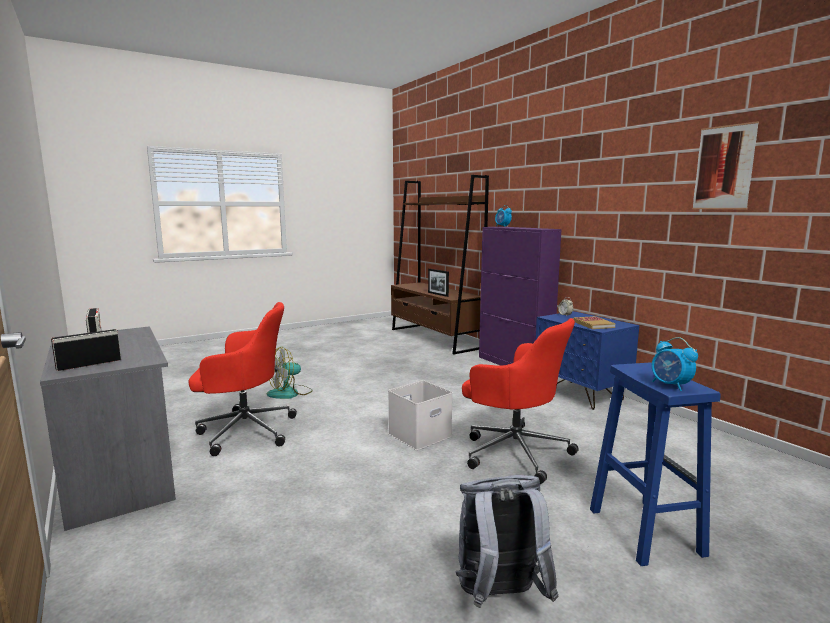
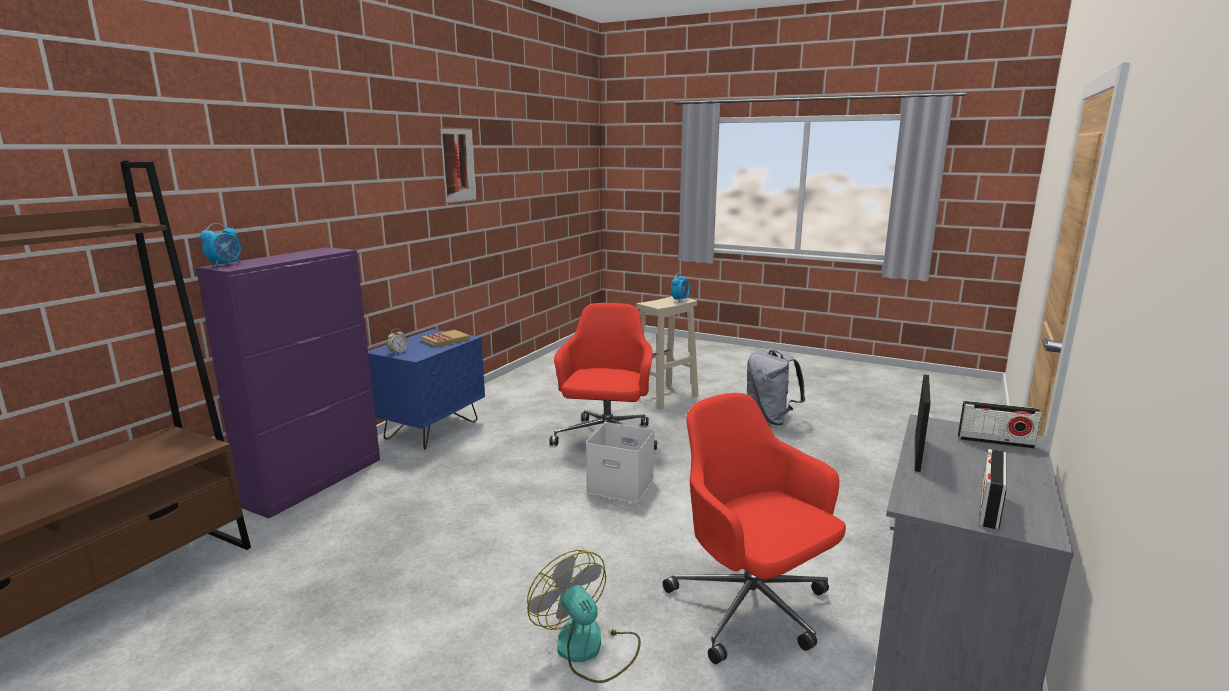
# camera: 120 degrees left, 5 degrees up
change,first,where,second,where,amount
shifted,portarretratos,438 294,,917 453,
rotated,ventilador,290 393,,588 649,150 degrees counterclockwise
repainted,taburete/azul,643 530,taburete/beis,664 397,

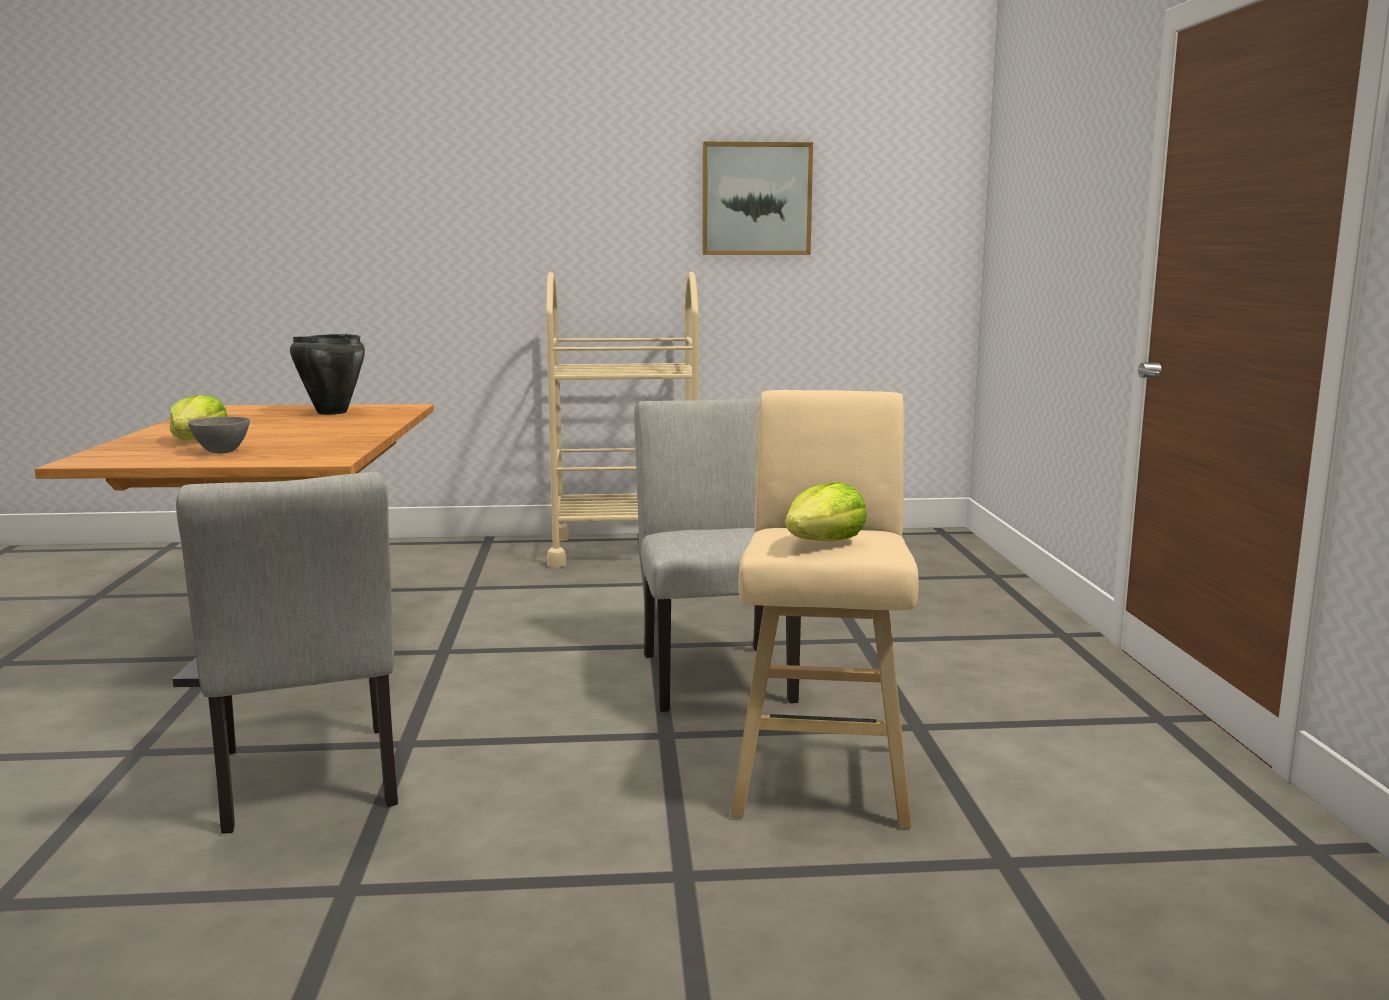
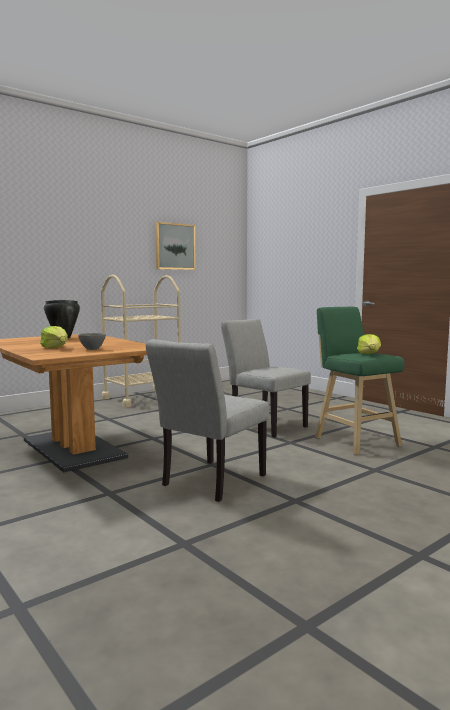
# camera: 35 degrees left, 5 degrees down
change,first,where,second,where,amount
repainted,taburete/beis,821 775,taburete/verde,354 441,
rotated,silla/gris,308 785,,209 483,90 degrees clockwise

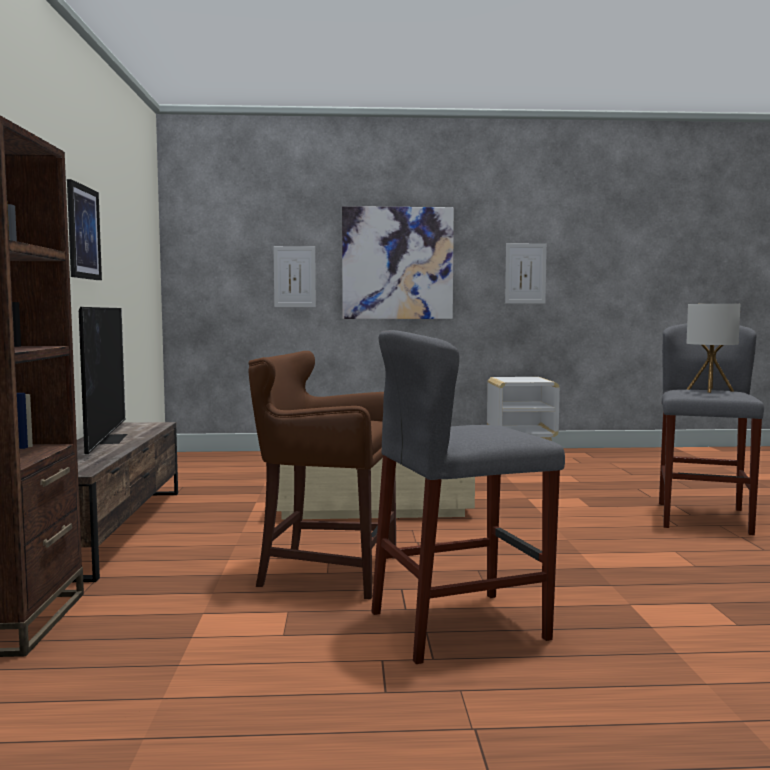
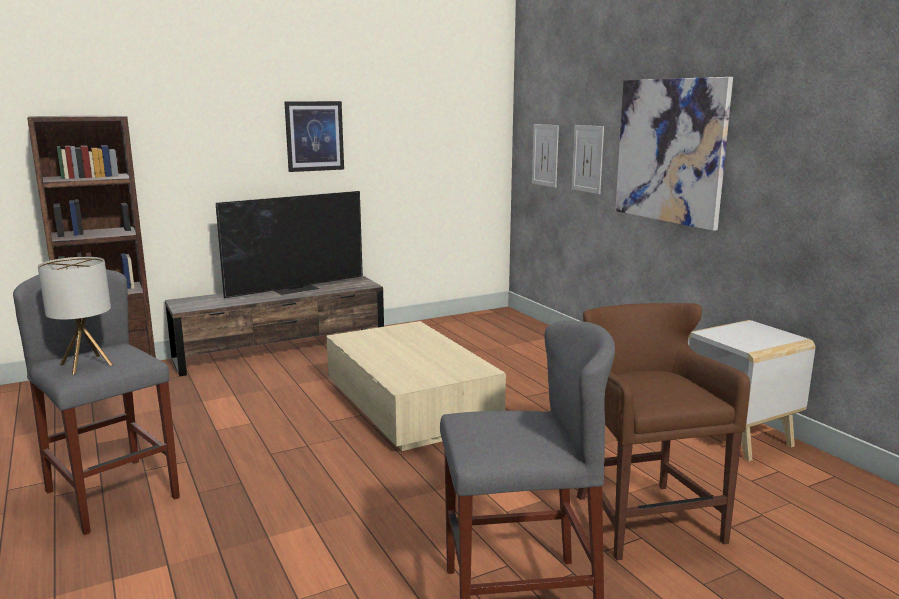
# camera: 65 degrees right, 10 degrees up
change,first,where,second,where,amount
shifted,cuadro,525 273,,545 155,
shifted,lámpara de mesa,709 390,,86 364,
shifted,taburete/marrón,324 571,,643 516,

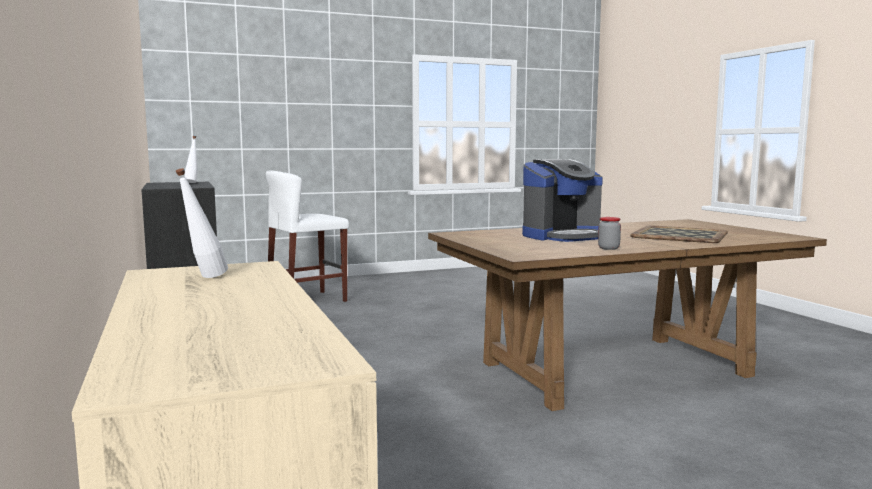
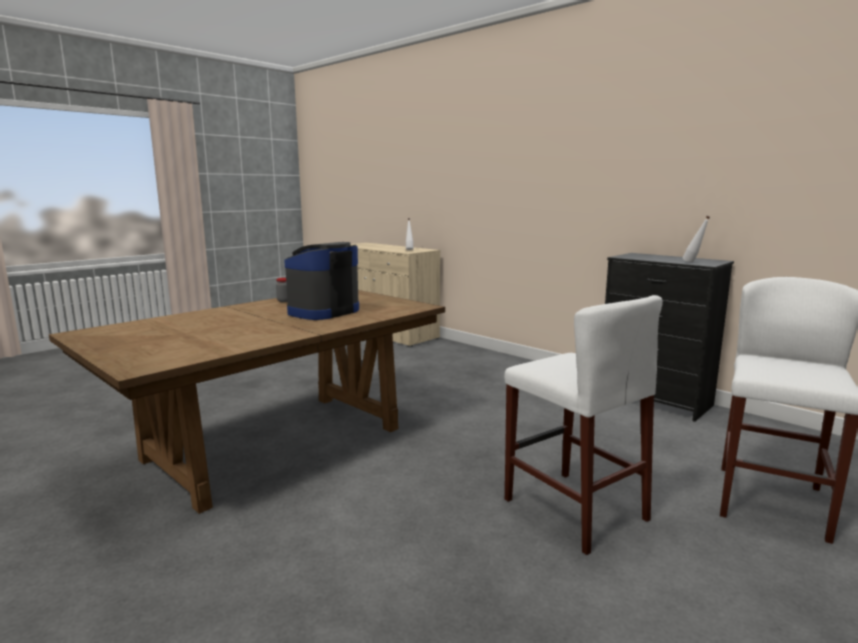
# camera: 155 degrees right, 5 degrees up
change,first,where,second,where,amount
gone,bandeja,678 235,,,
new,,,taburete/blanco,574 509,

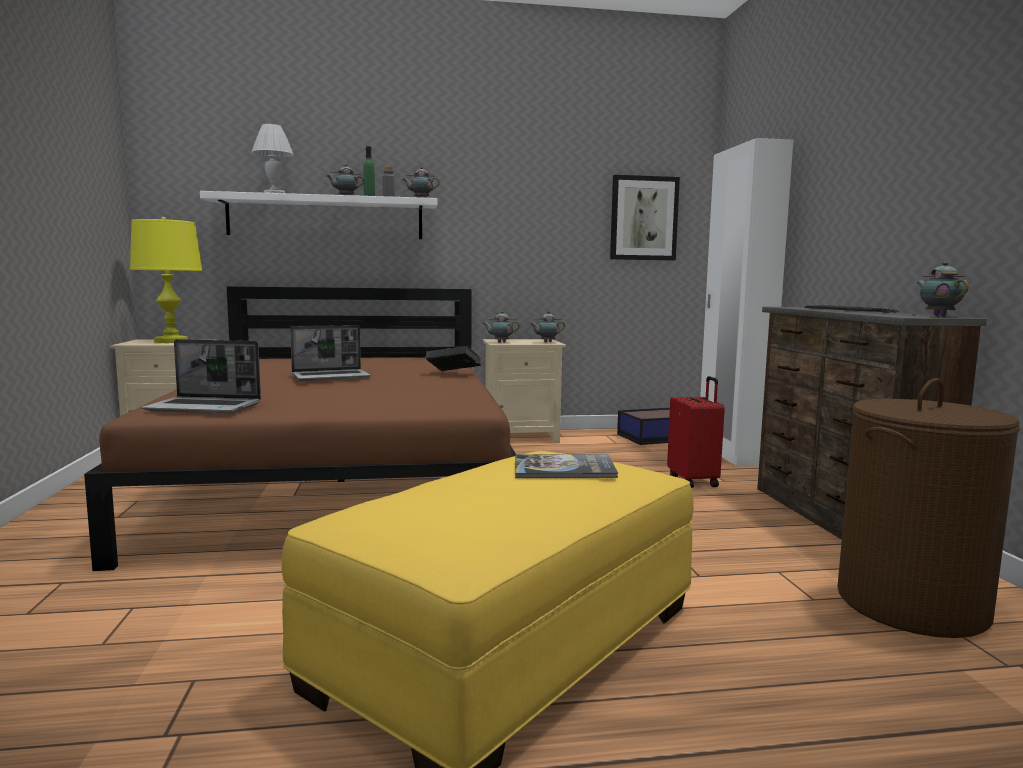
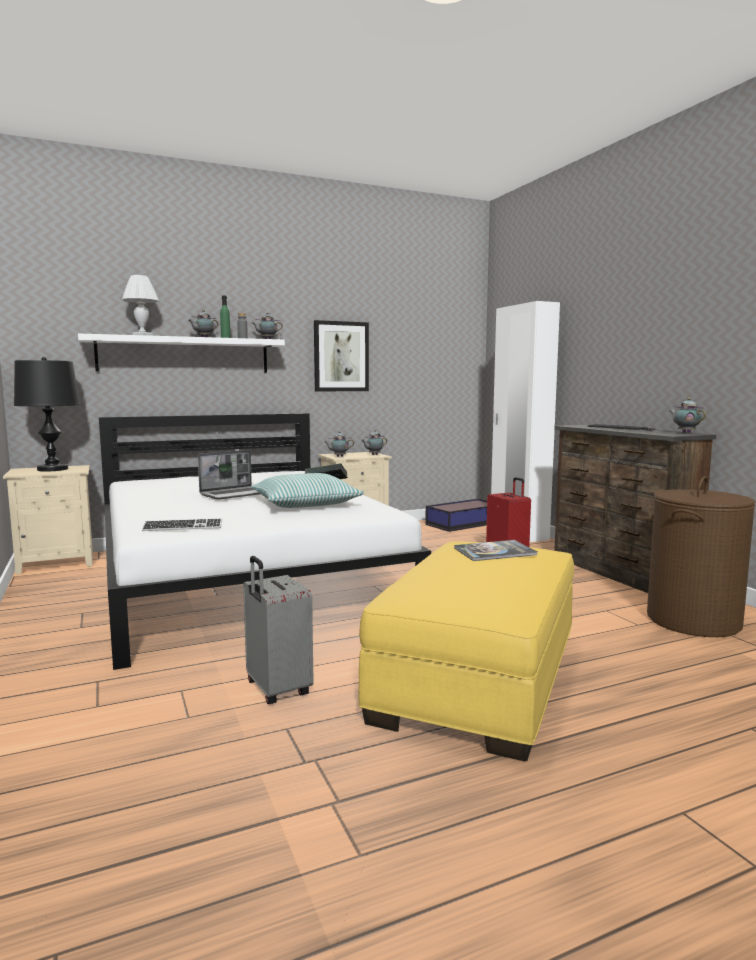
# camera: 15 degrees left, 0 degrees up
change,first,where,second,where,amount
shifted,cuadro,643 218,,341 356,
repainted,lámpara de mesa/amarillo,171 341,lámpara de mesa/negro,52 469,
repainted,cama/marrón,343 479,cama/blanco,244 578,
swapped,portátil,205 407,teclado,183 527,
new,,,cojín,305 504,
new,,,maleta/gris,276 690,

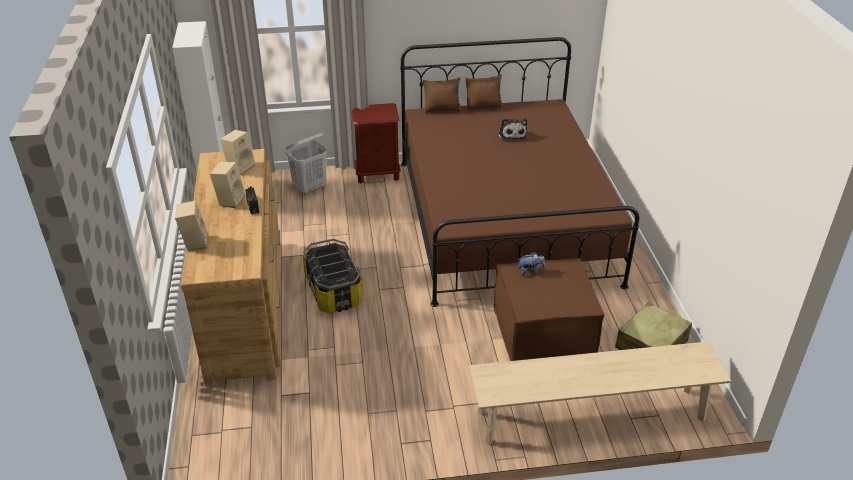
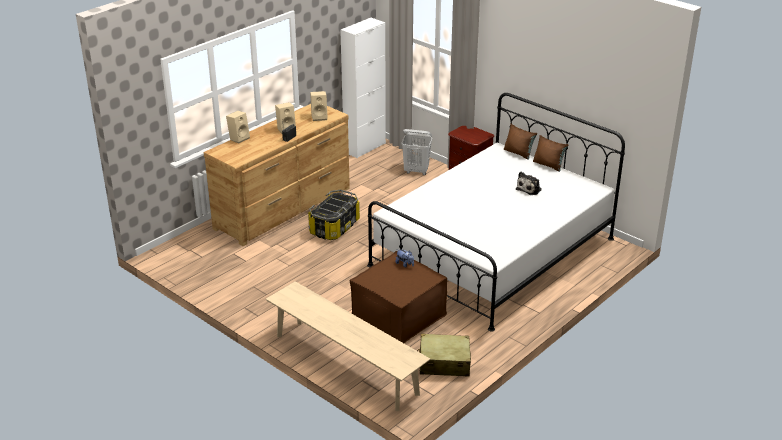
# camera: 50 degrees right, 5 degrees down
change,first,where,second,where,amount
repainted,cama/marrón,503 219,cama/blanco,492 251,

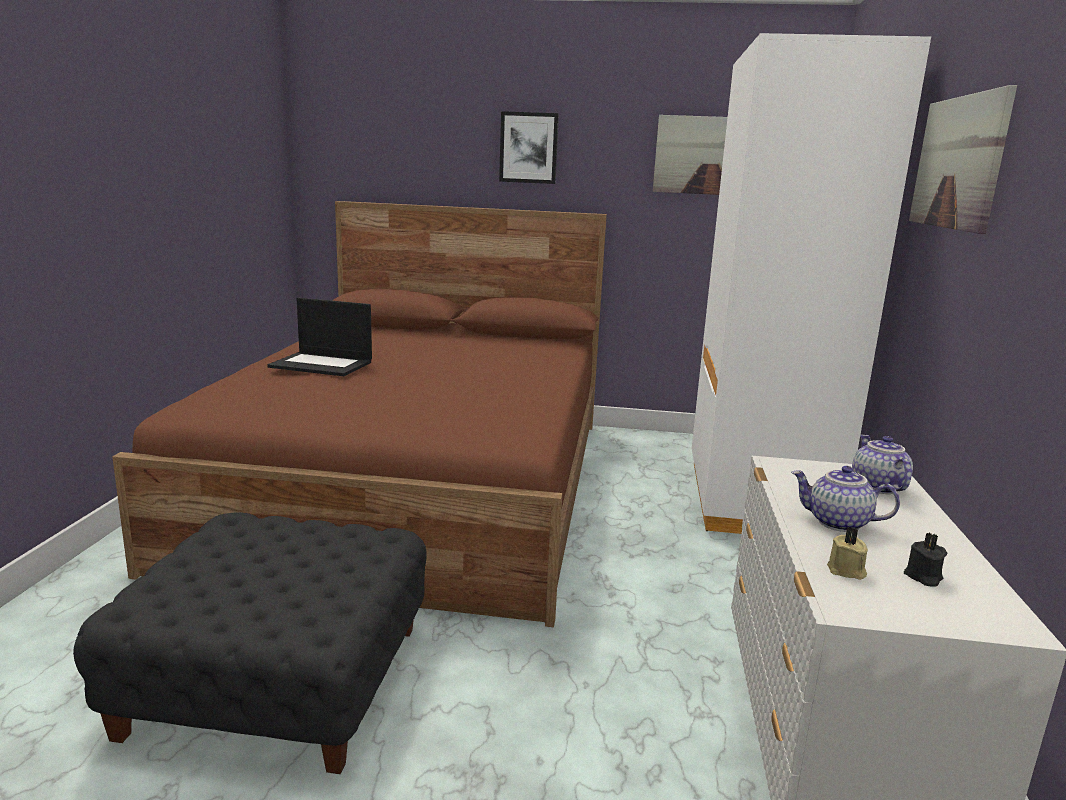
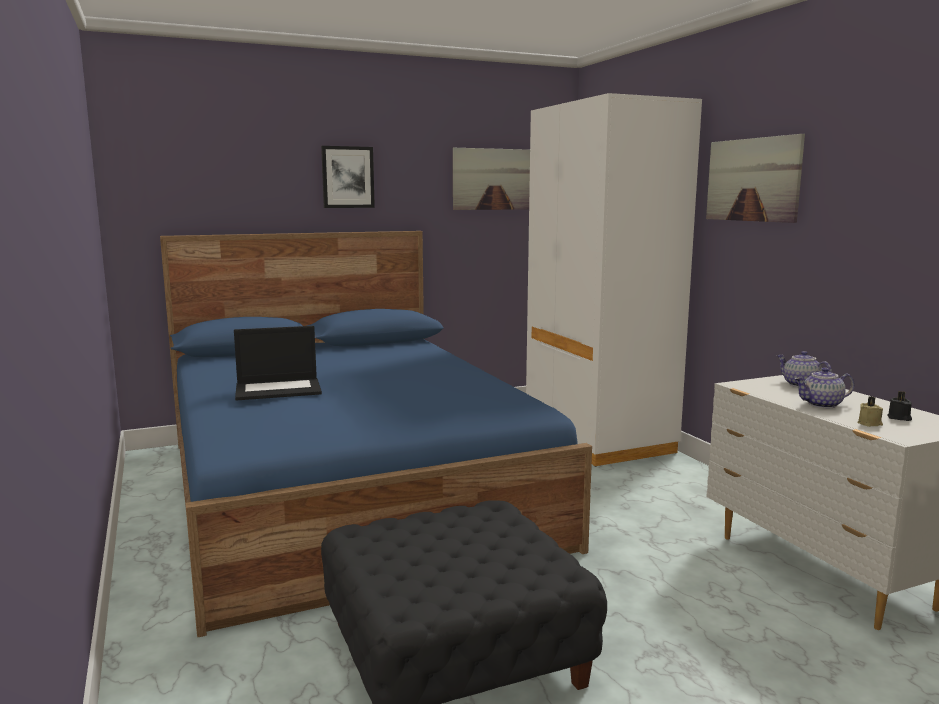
# camera: 30 degrees left, 5 degrees down
change,first,where,second,where,amount
repainted,cama/marrón,419 483,cama/azul,348 489,

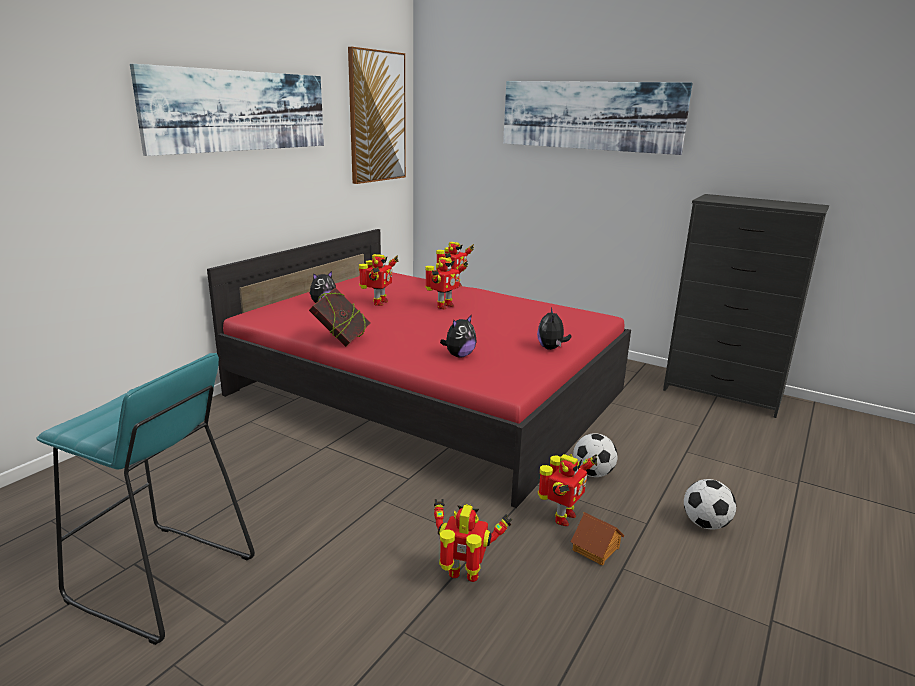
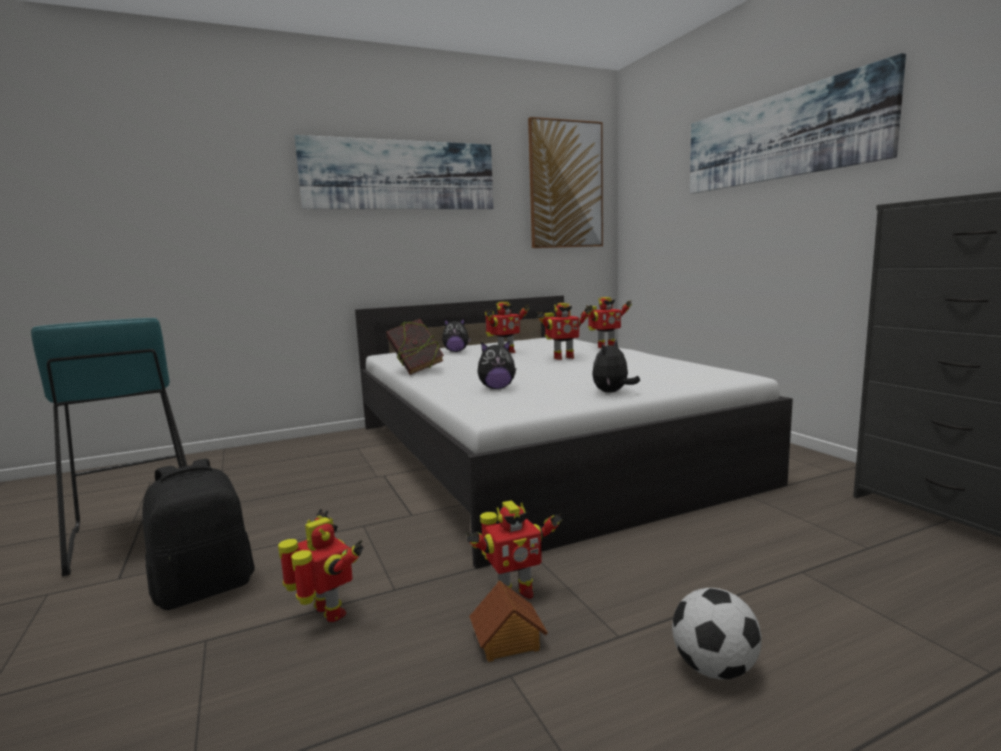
# camera: 35 degrees right, 10 degrees down
change,first,where,second,where,amount
repainted,cama/rojo,428 392,cama/blanco,535 452,
gone,balón de fútbol,593 473,,,
new,,,mochila/negro,205 589,

